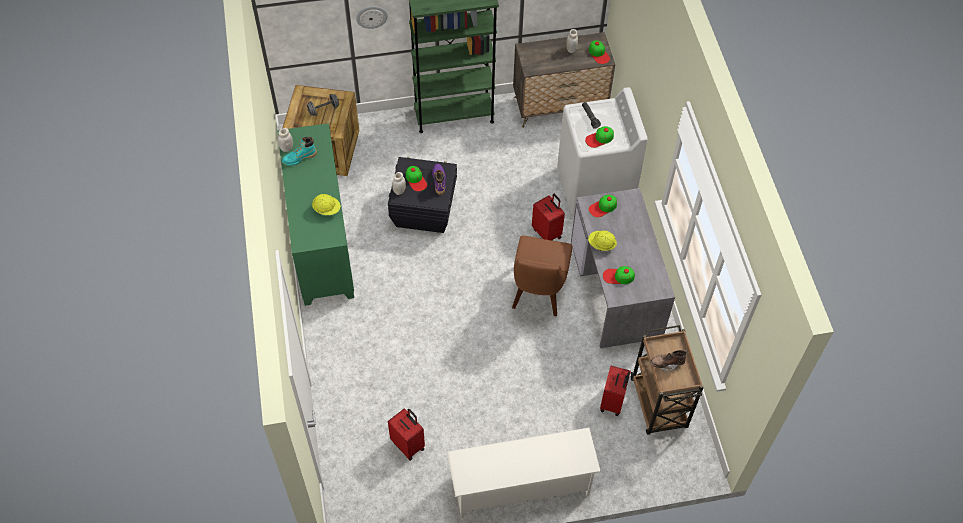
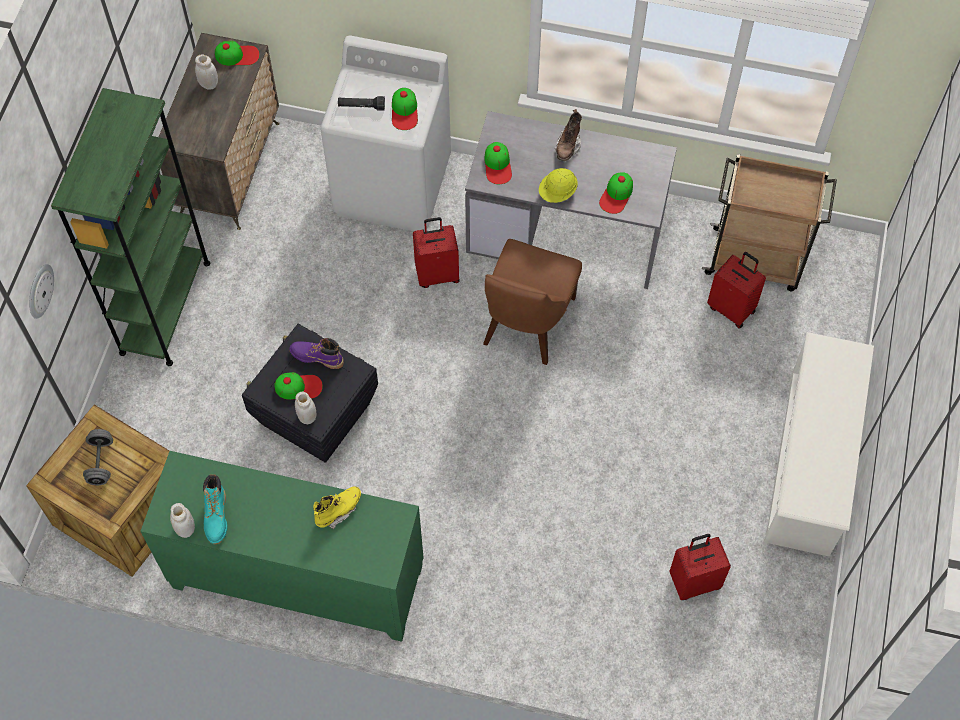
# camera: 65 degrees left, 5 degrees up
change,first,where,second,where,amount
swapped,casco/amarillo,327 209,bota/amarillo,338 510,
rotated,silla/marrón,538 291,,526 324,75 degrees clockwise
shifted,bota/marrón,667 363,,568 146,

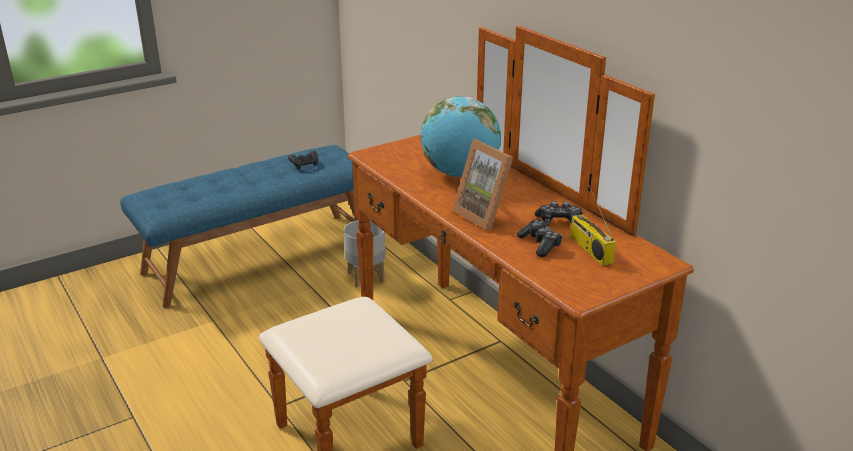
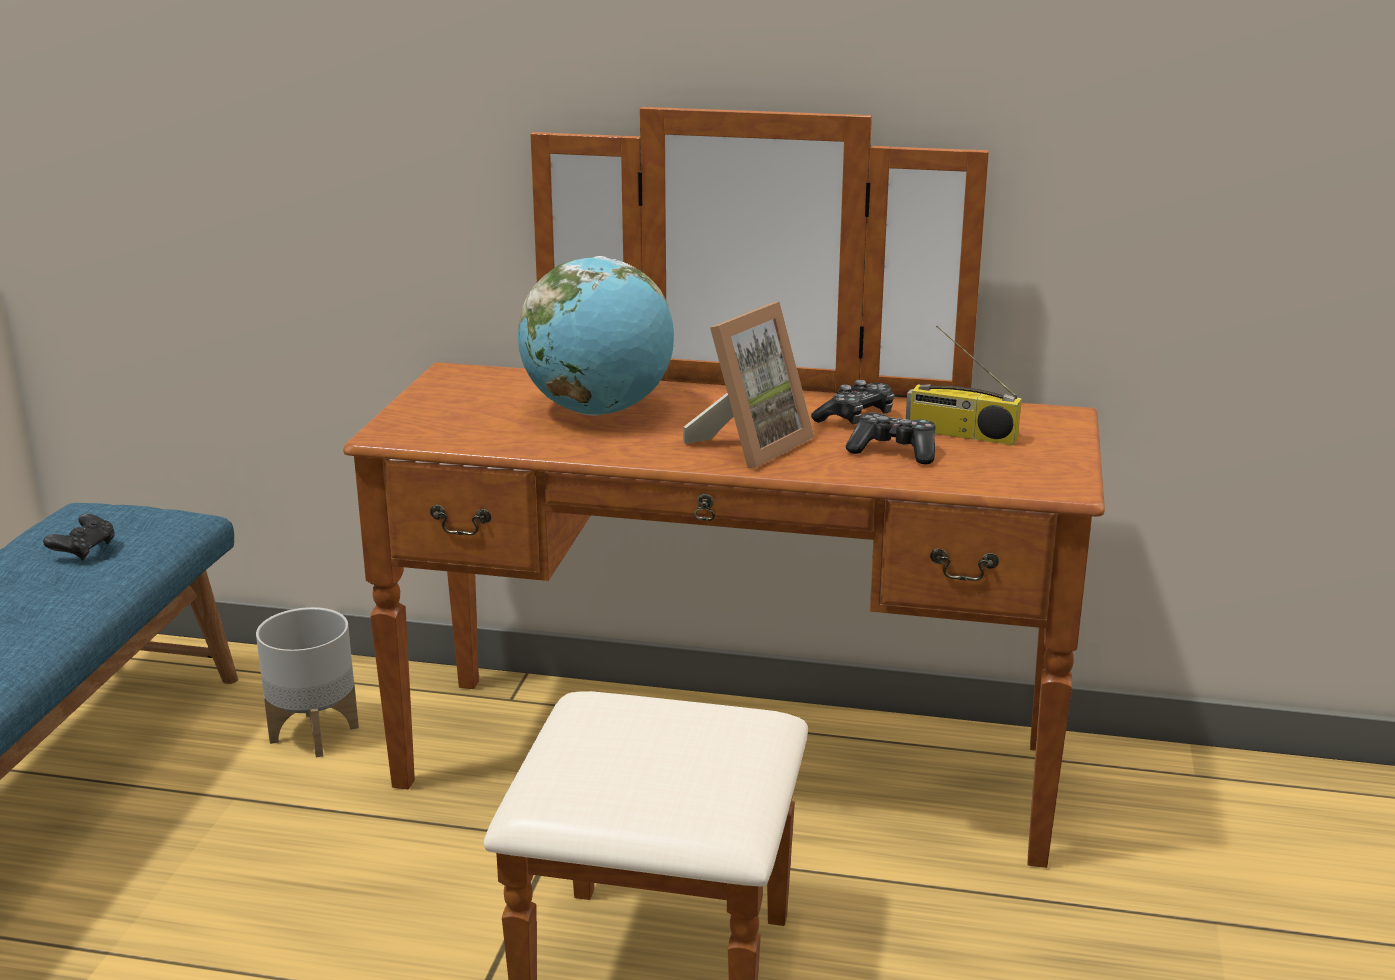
# camera: 45 degrees left, 5 degrees down
change,first,where,second,where,amount
rotated,portarretratos,486 215,,750 445,60 degrees counterclockwise

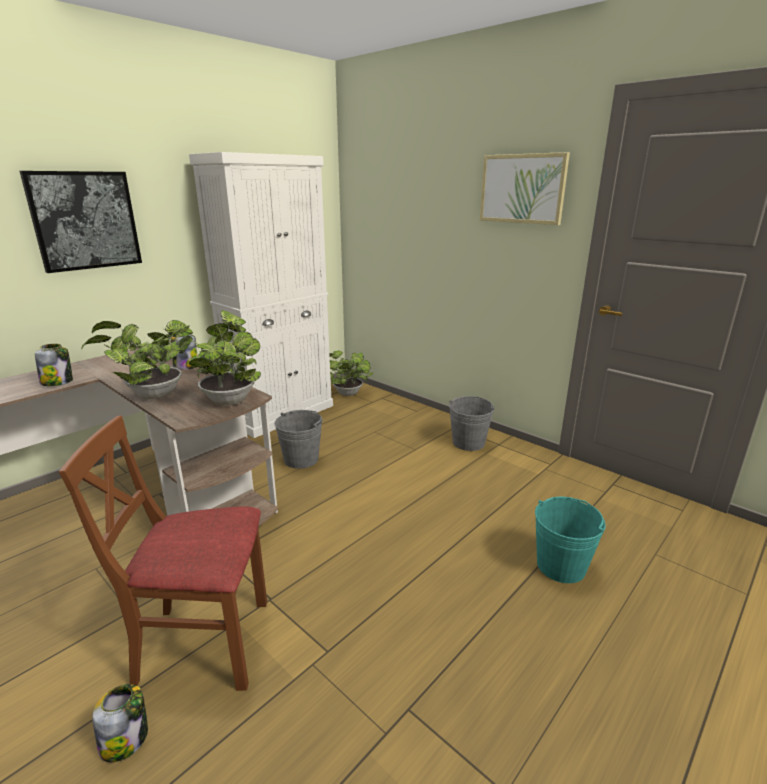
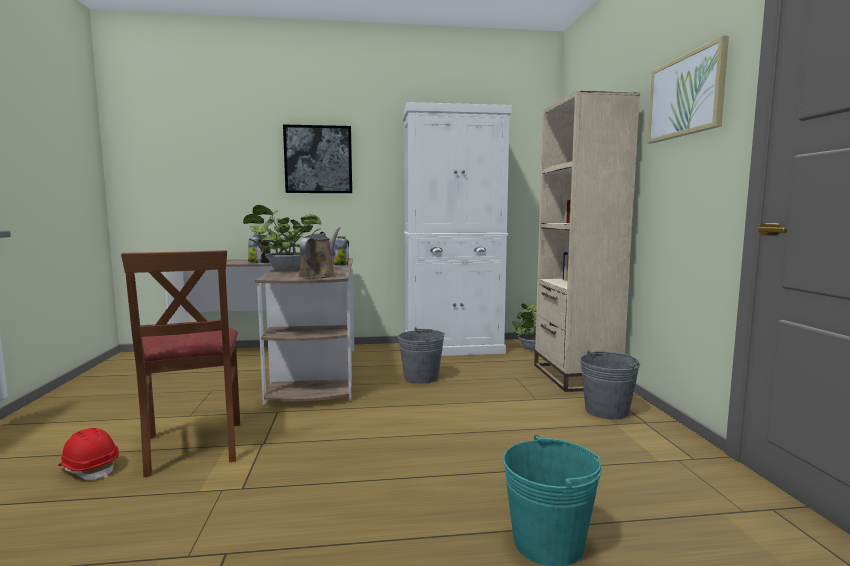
# camera: 40 degrees right, 15 degrees down
change,first,where,second,where,amount
swapped,planta en maceta,230 399,regadera/marrón,319 276,
rotated,silla/marrón,204 643,,193 447,150 degrees counterclockwise
swapped,tarro,125 739,casco/rojo,89 469,
new,,,estantería/beis,575 376,

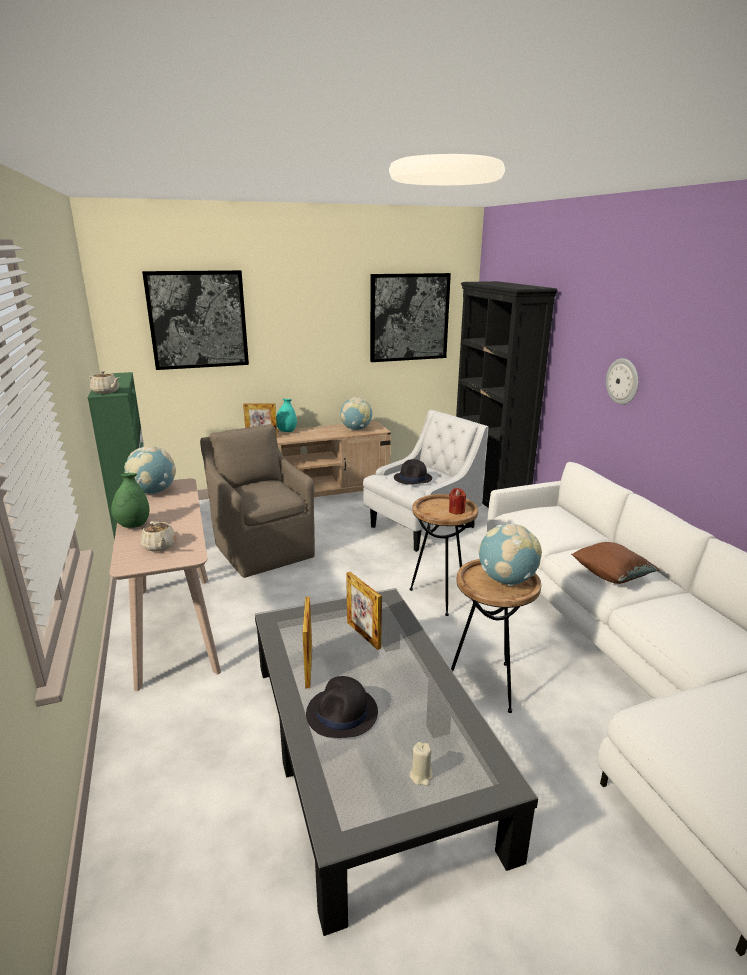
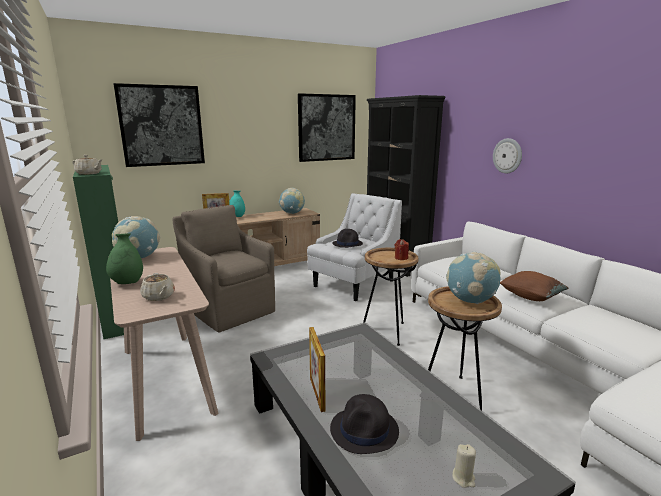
# camera: 10 degrees left, 5 degrees down
change,first,where,second,where,amount
gone,portarretratos,363 635,,,

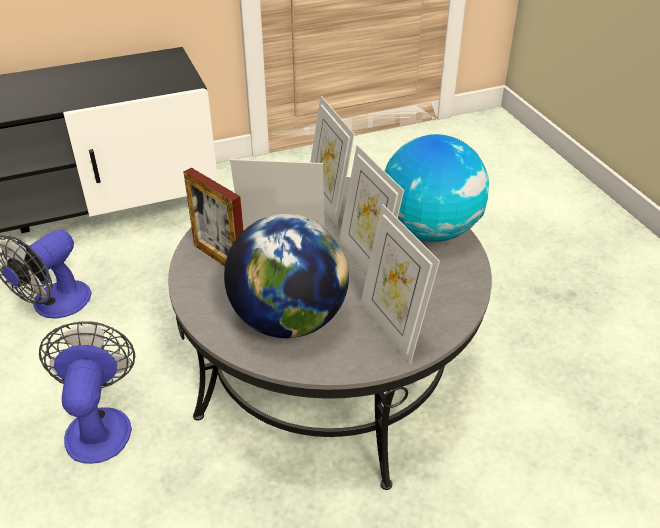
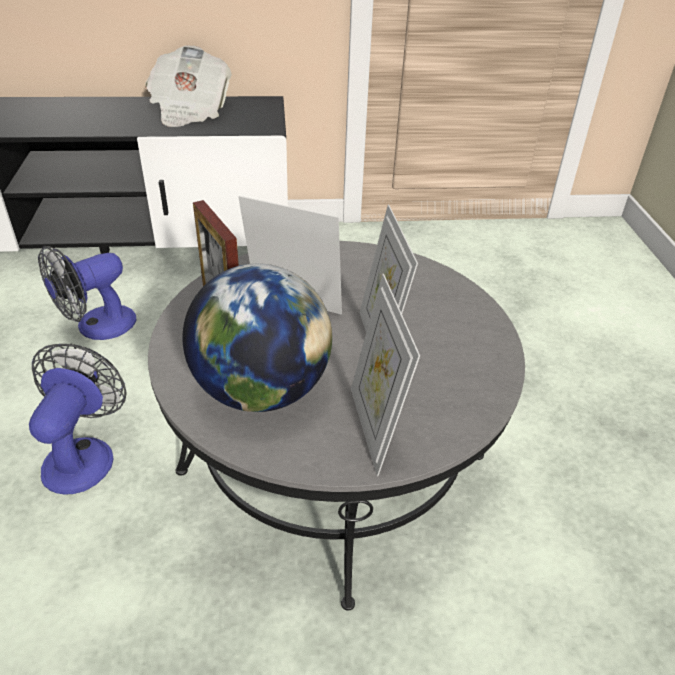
# camera: 15 degrees right, 0 degrees up
change,first,where,second,where,amount
gone,portarretratos,328 203,,,
gone,globo terráqueo,429 230,,,
new,,,periódico,189 111,

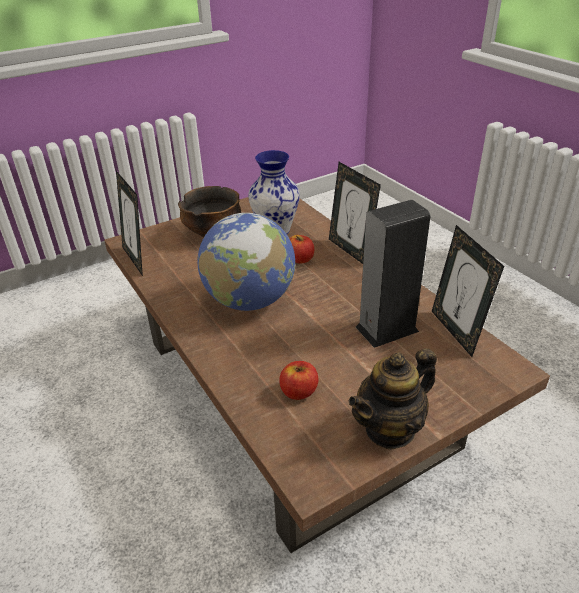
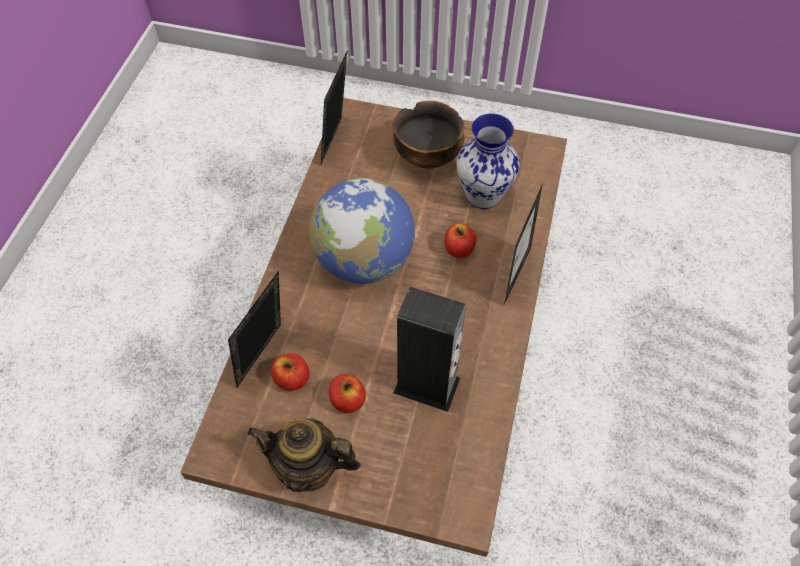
# camera: 45 degrees right, 20 degrees up
change,first,where,second,where,amount
shifted,portarretratos,456 331,,265 358,
new,,,manzana,347 400,

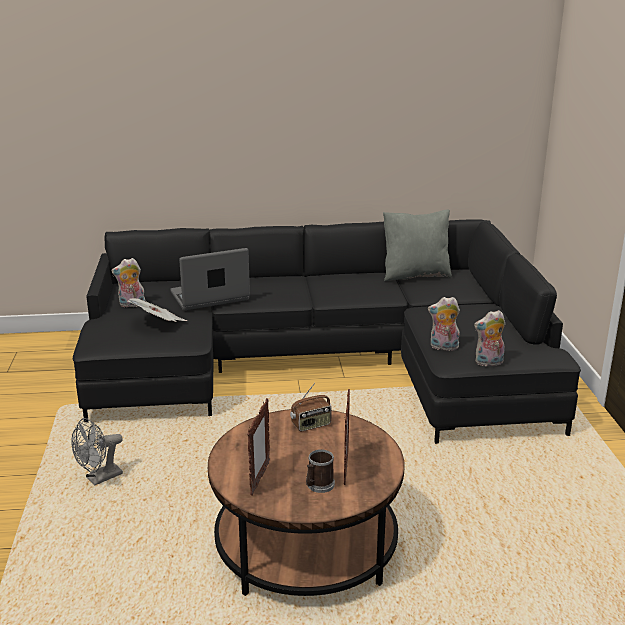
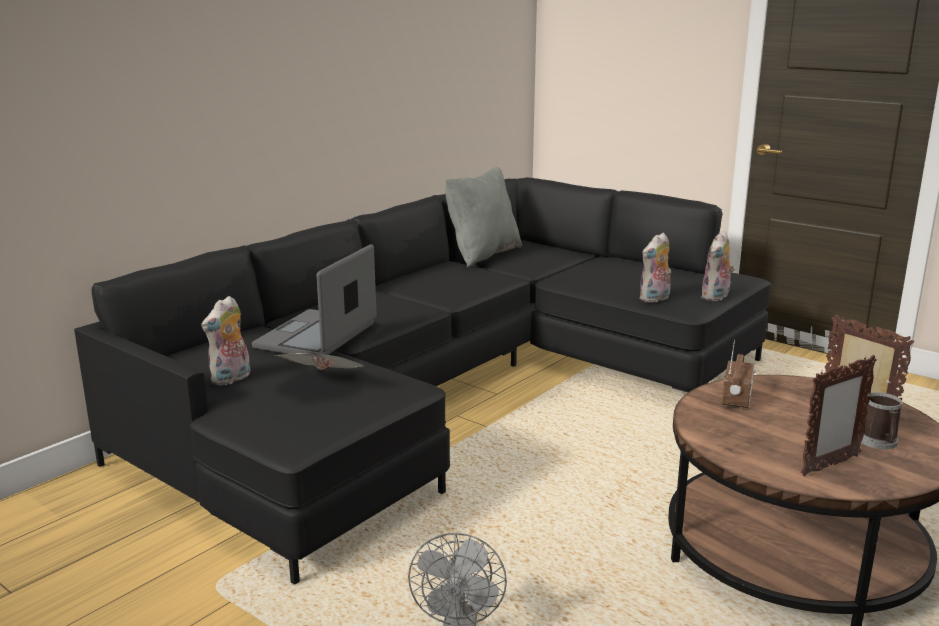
# camera: 45 degrees left, 5 degrees down
change,first,where,second,where,amount
rotated,portarretratos,259 479,,829 465,90 degrees clockwise

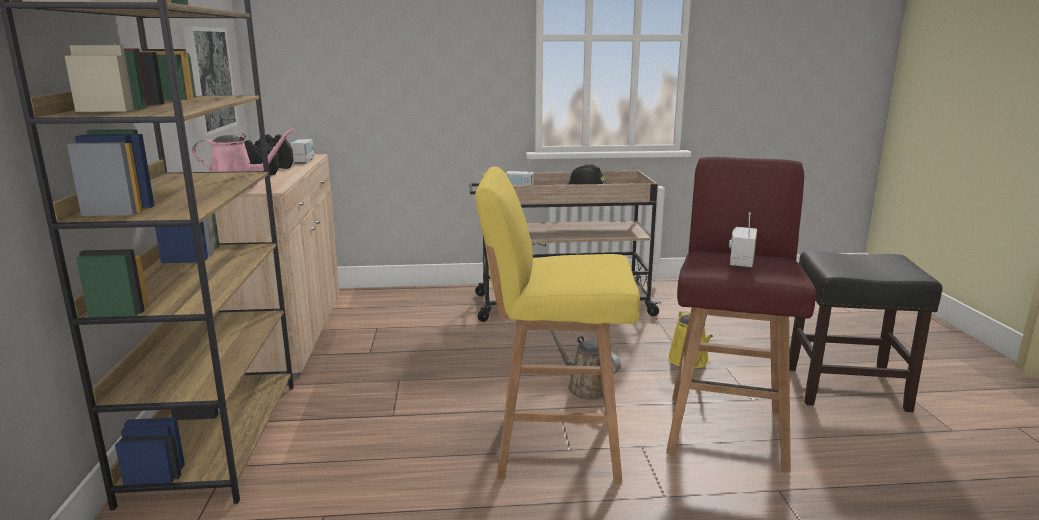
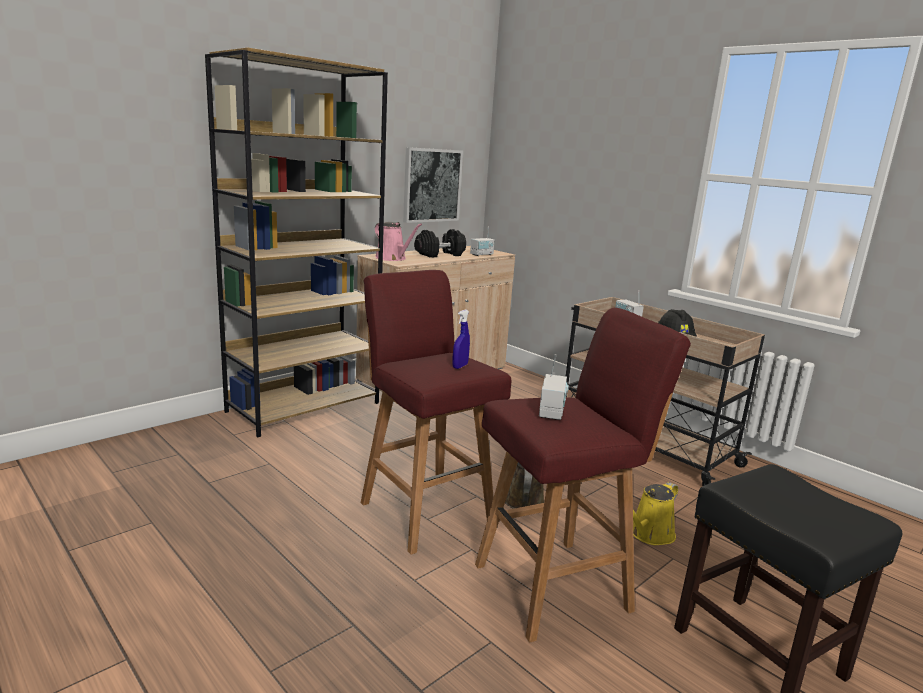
# camera: 50 degrees right, 0 degrees up
change,first,where,second,where,amount
repainted,taburete/amarillo,554 445,taburete/rojo,425 511,
rotated,radio,741 262,,551 411,120 degrees clockwise
new,,,pulverizador/azul,460 366,

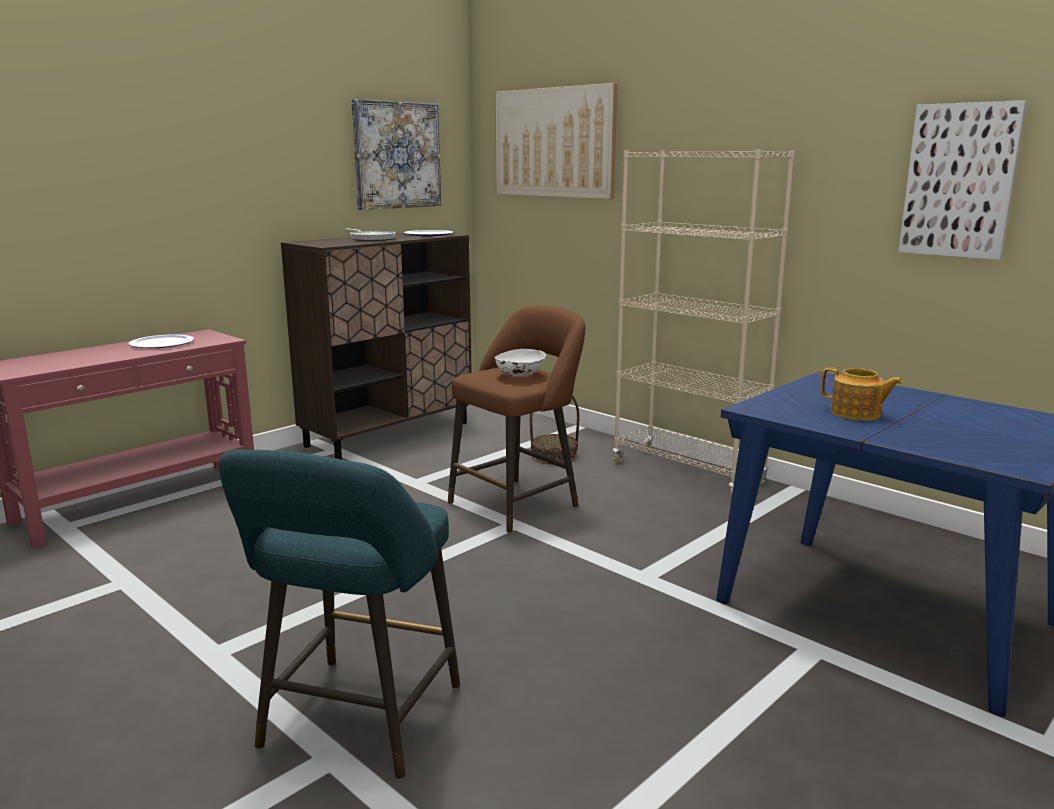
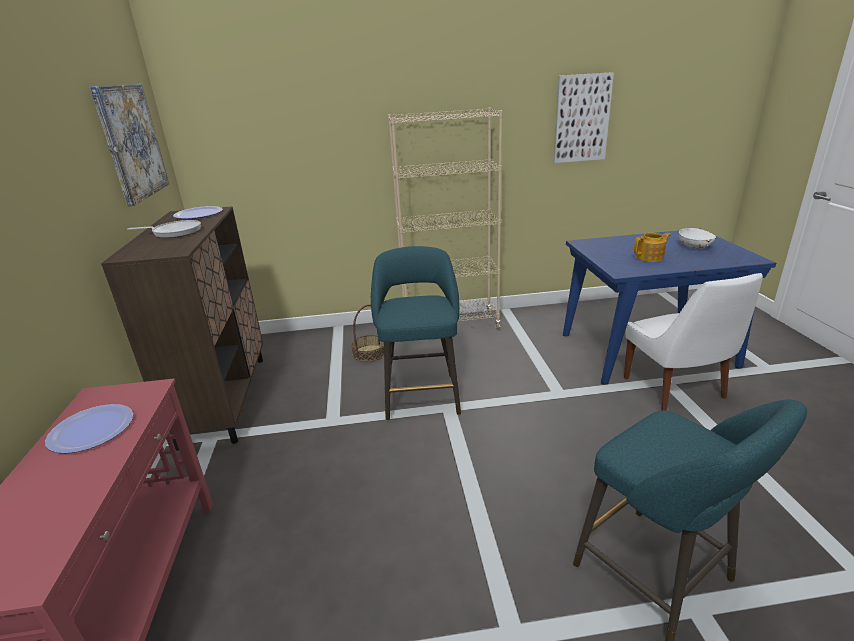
# camera: 50 degrees left, 10 degrees up
change,first,where,second,where,amount
gone,cuadro,554 143,,,
repainted,taburete/marrón,518 503,taburete/turquesa,421 394,
shifted,cuenco/blanco,520 375,,695 247,
new,,,silla/blanco,676 390,

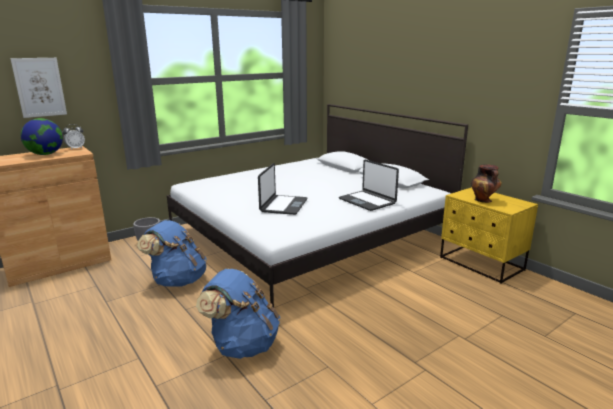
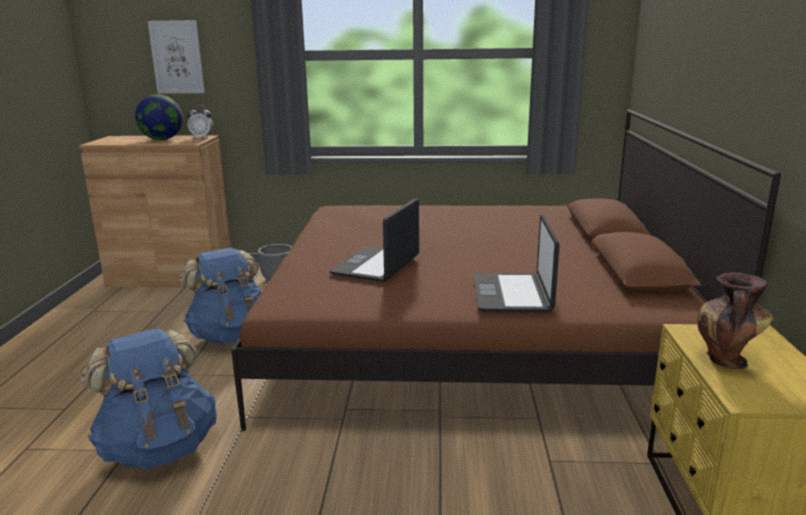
# camera: 40 degrees right, 0 degrees up
change,first,where,second,where,amount
repainted,cama/blanco,308 237,cama/marrón,471 334,
rotated,portátil,283 205,,377 266,150 degrees clockwise

